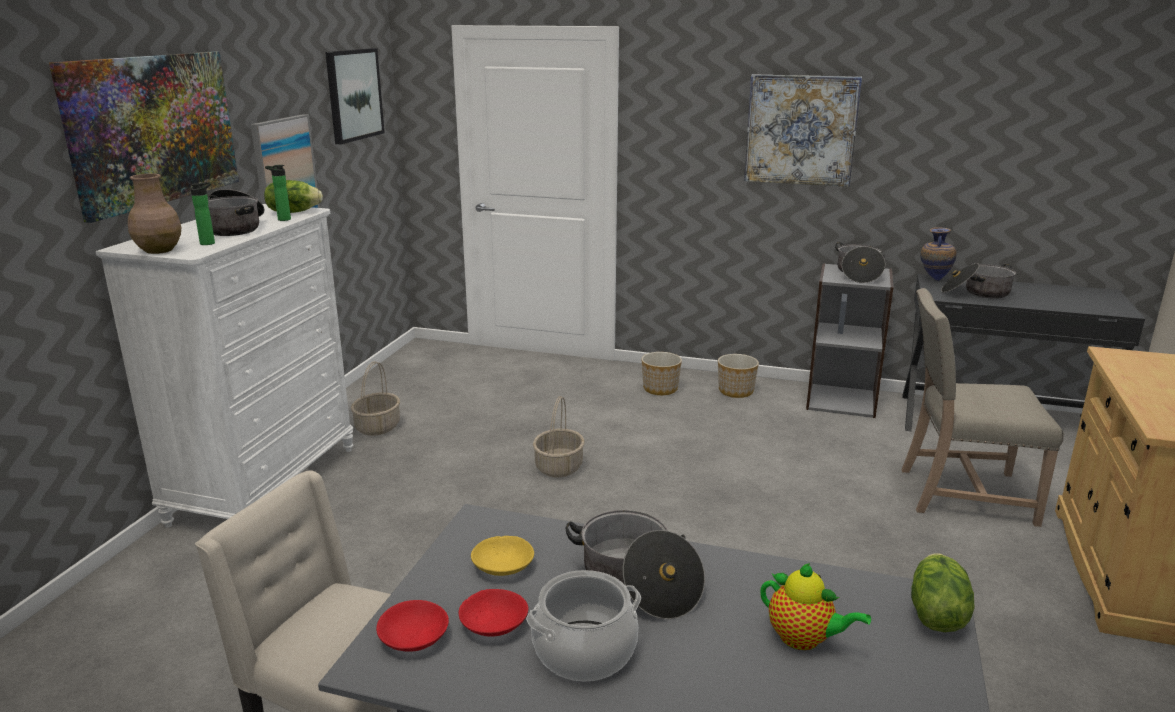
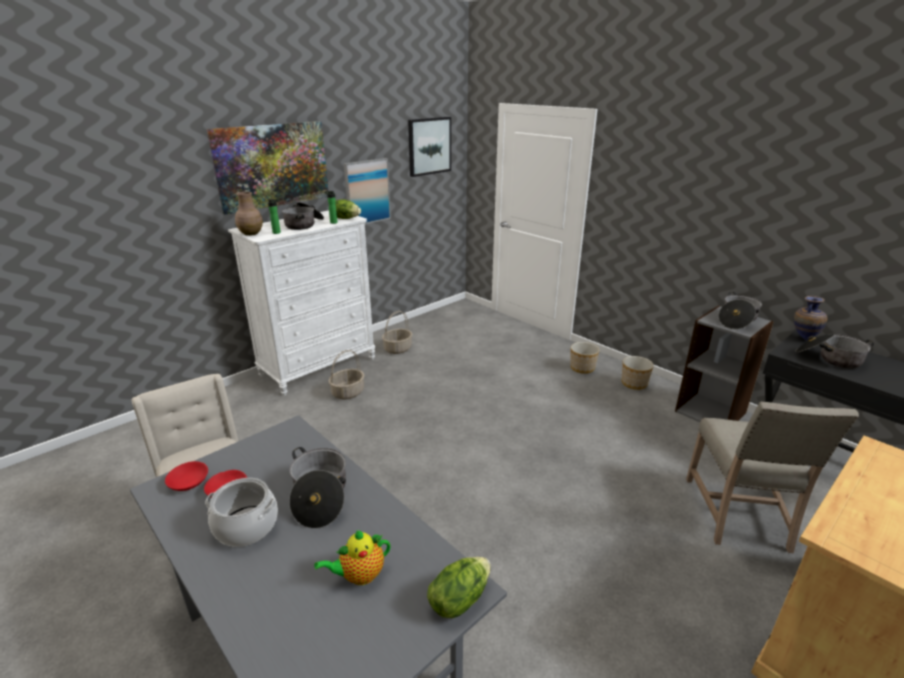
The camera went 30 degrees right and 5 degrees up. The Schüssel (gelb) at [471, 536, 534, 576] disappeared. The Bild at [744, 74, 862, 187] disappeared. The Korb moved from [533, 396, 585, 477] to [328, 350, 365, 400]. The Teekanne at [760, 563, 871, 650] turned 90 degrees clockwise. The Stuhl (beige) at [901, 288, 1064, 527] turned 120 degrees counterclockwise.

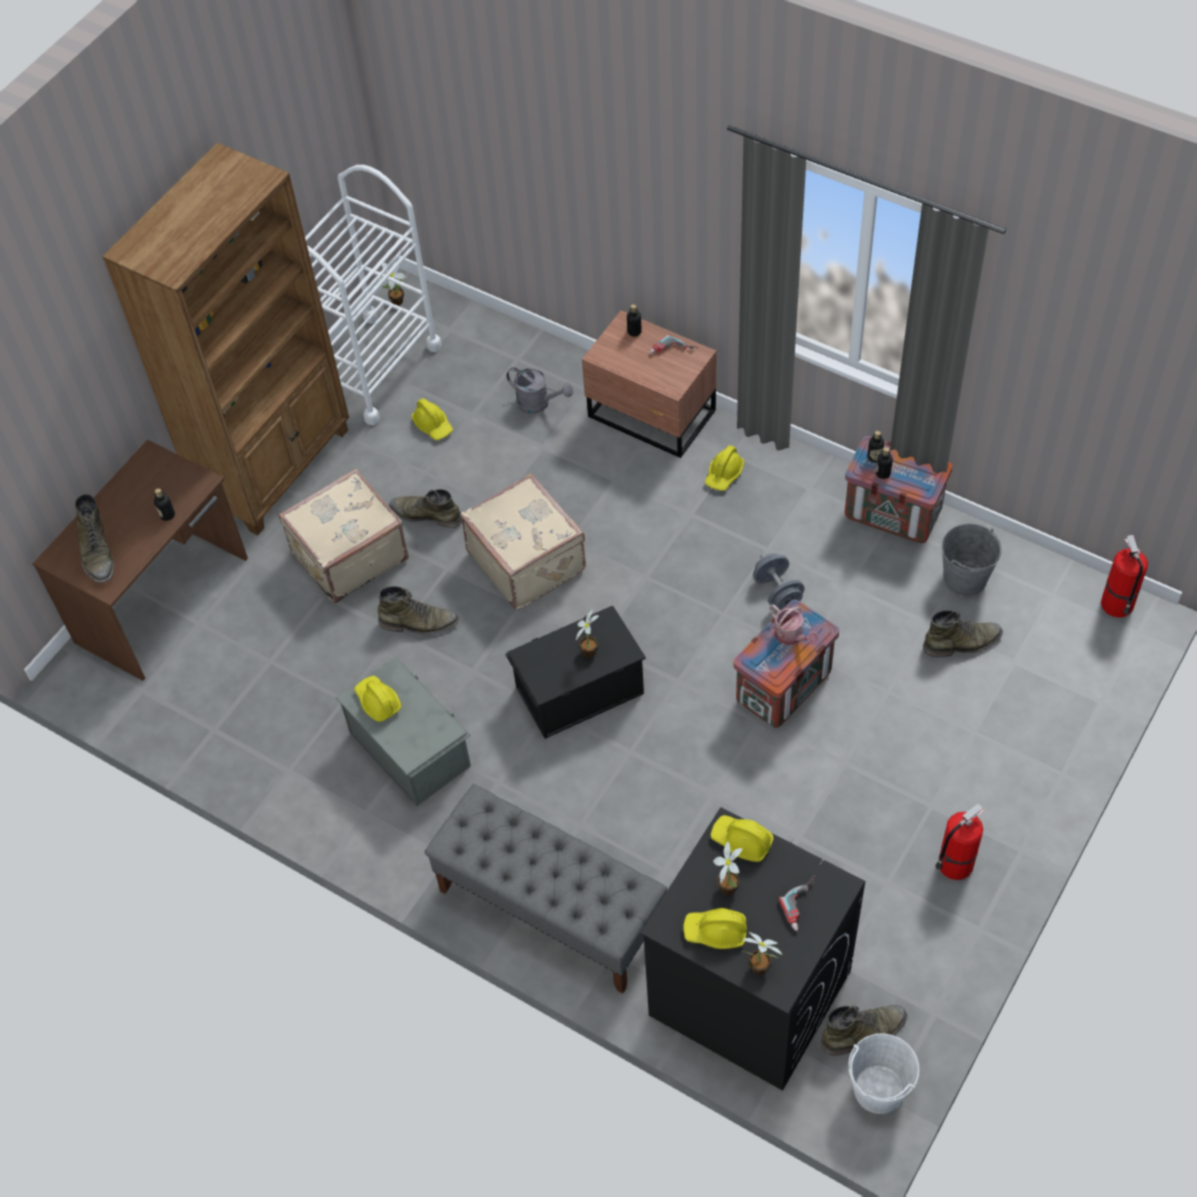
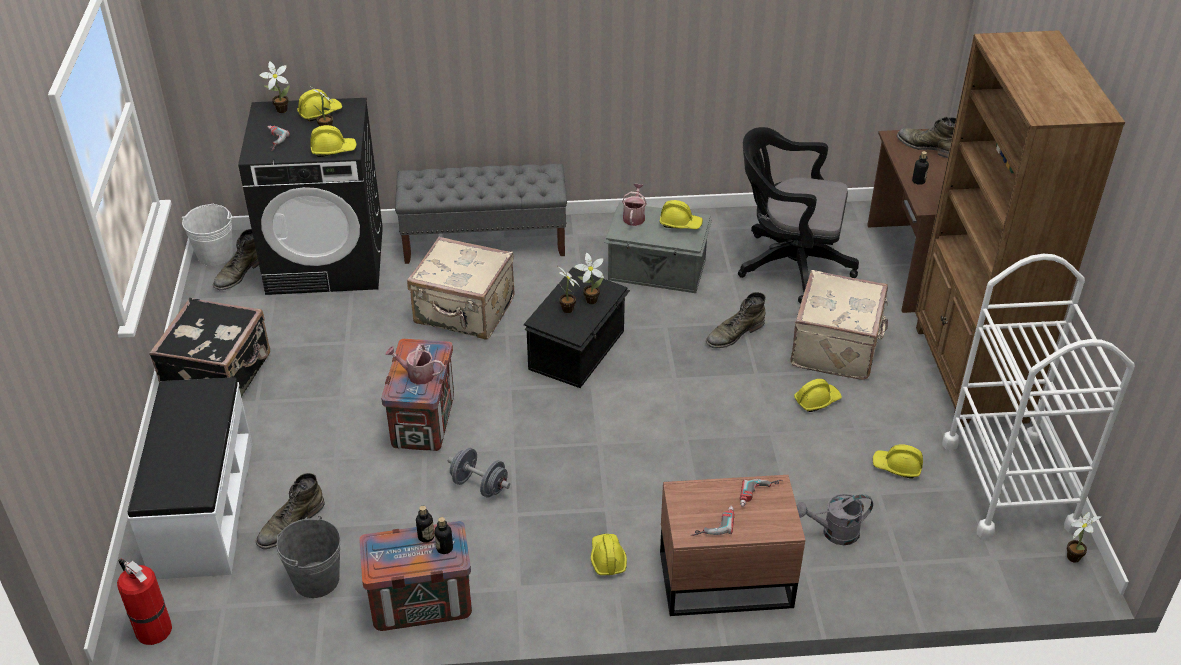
The camera went 140 degrees right and 15 degrees down. The Flasche at [627, 304, 642, 337] disappeared. The Bank (weiß) at [128, 377, 253, 579] appeared. The Topfpflanze at [575, 253, 604, 304] appeared. The Gießkanne at [622, 184, 647, 226] appeared. The Bürostuhl (schwarz) at [738, 127, 859, 304] appeared. The Bohrmaschine at [740, 479, 783, 507] appeared. The Koffer (beige) moved from [461, 474, 586, 610] to [407, 237, 514, 339]. The Stiefel (grün) at [389, 489, 462, 528] was replaced by the Schutzhelm (gelb) at [794, 379, 842, 412]. The Feuerlöscher at [935, 803, 984, 880] was replaced by the Koffer (schwarz) at [149, 298, 270, 398].

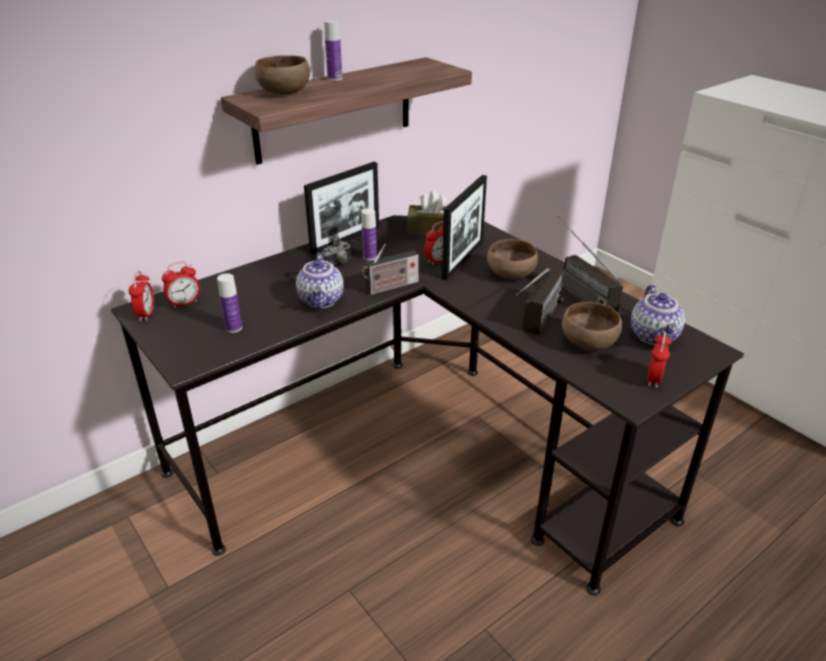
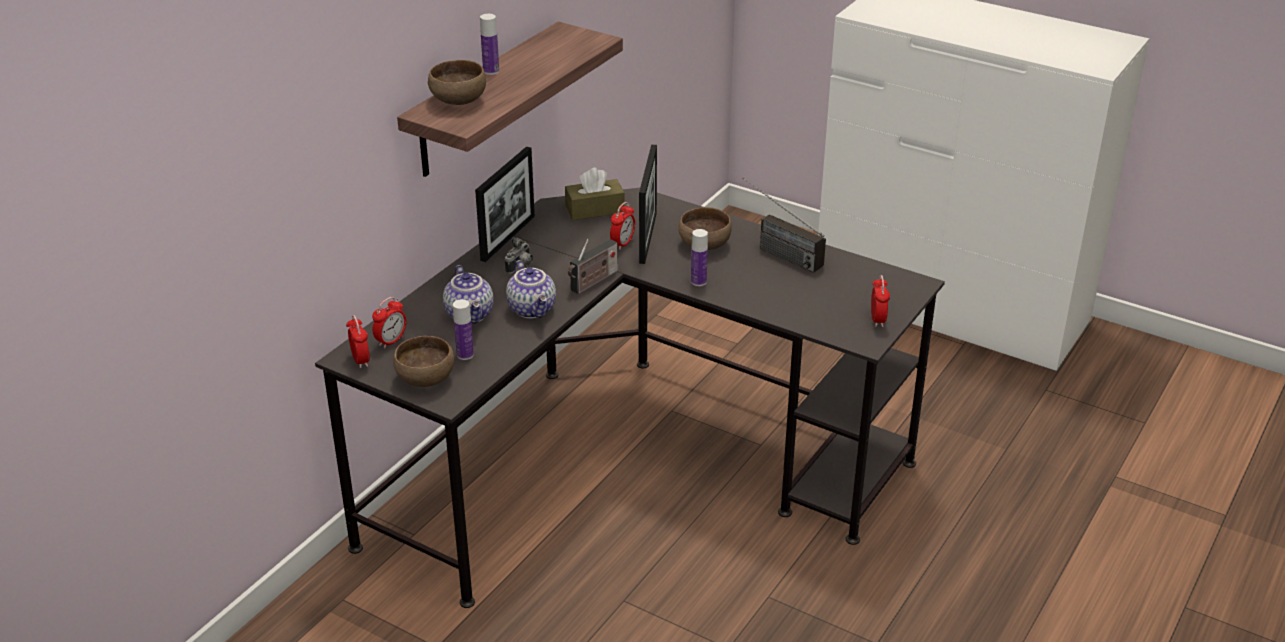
The camera went 20 degrees left and 0 degrees up. The Radio at [516, 268, 564, 335] disappeared. The Flasche moved from [361, 208, 377, 260] to [691, 229, 708, 286]. The Schüssel (braun) moved from [562, 302, 622, 350] to [393, 336, 454, 387]. The Teekanne moved from [631, 285, 685, 345] to [443, 265, 494, 324].

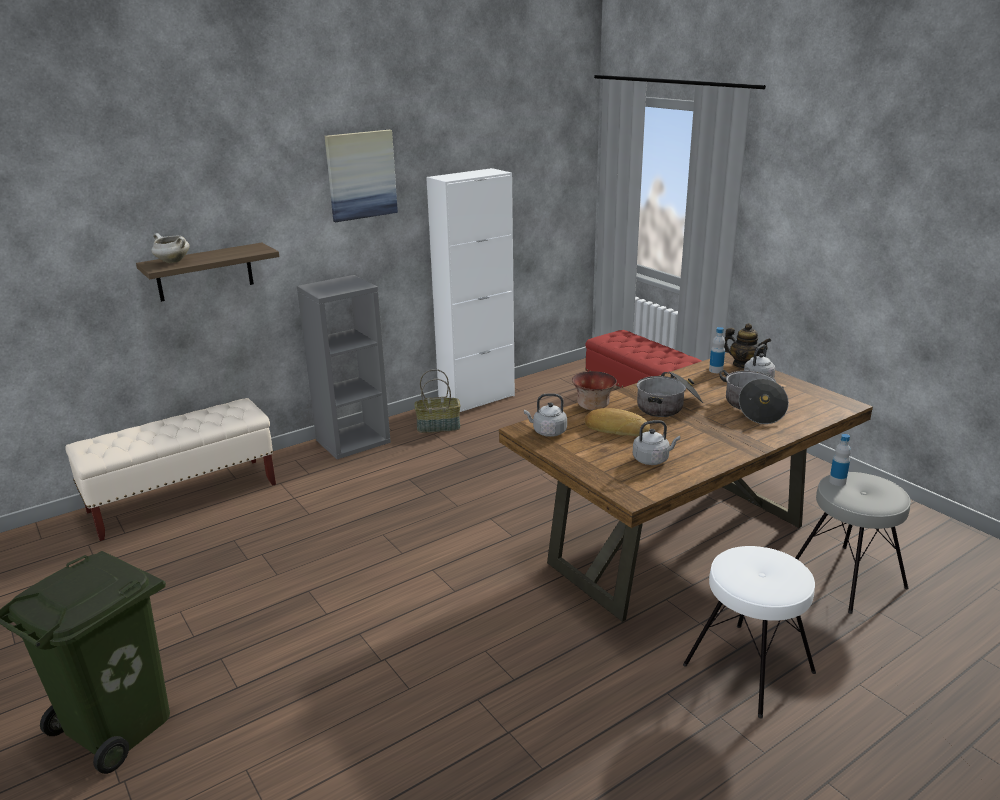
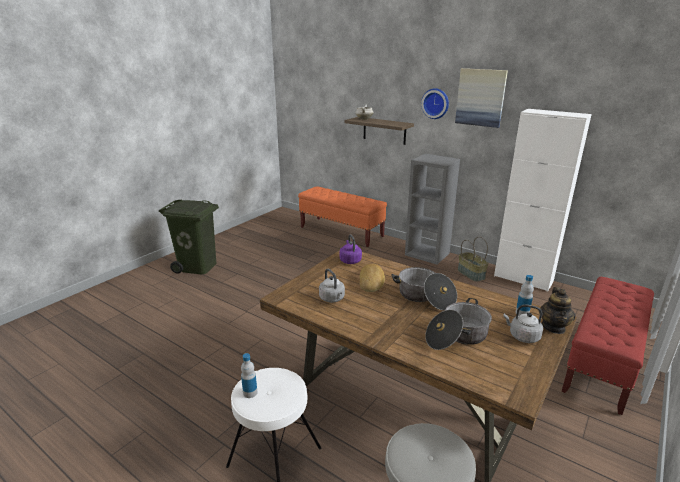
The camera went 70 degrees right and 0 degrees up. The Schüssel at [572, 371, 617, 410] disappeared. The Wanduhr at [421, 88, 449, 119] appeared. The Flasche moved from [829, 434, 851, 486] to [241, 353, 258, 398]. The Bank (beige) at [65, 398, 276, 541] became the Bank (orange) at [298, 186, 387, 247]. The Wasserkessel (grau) at [524, 393, 567, 437] became the Wasserkessel (lila) at [339, 235, 362, 264].

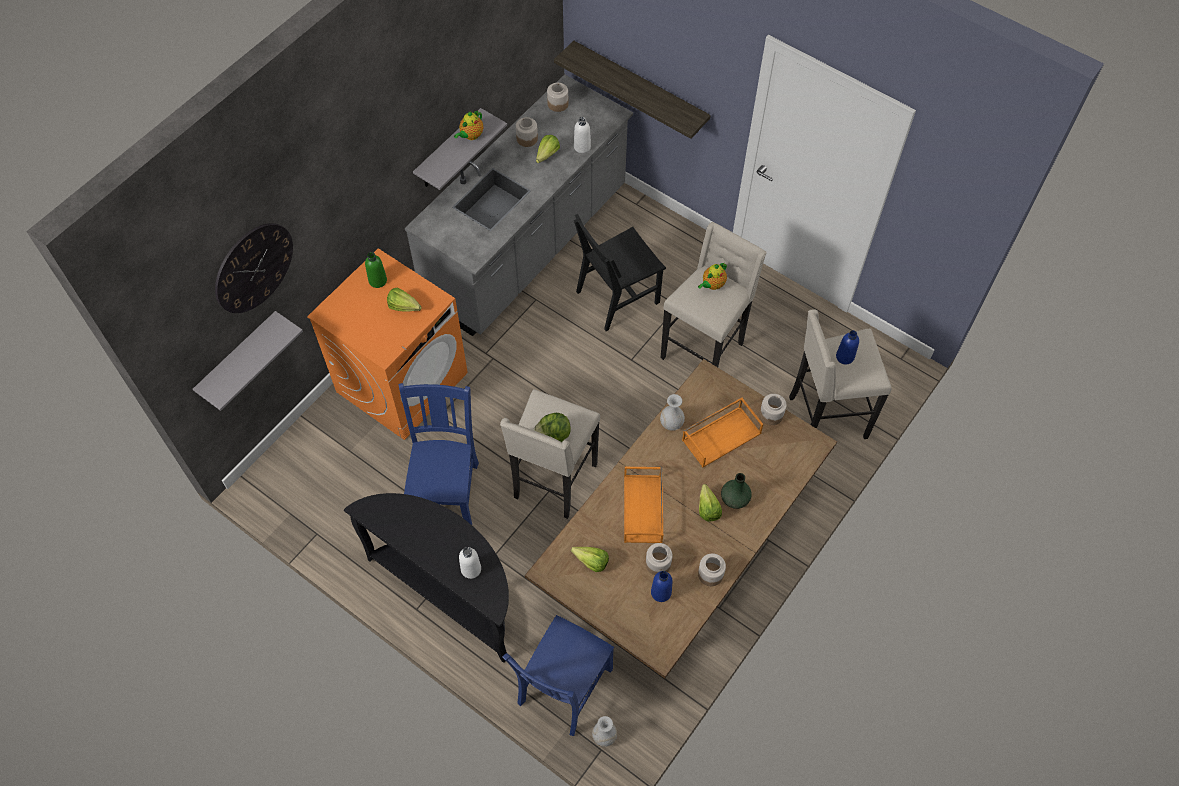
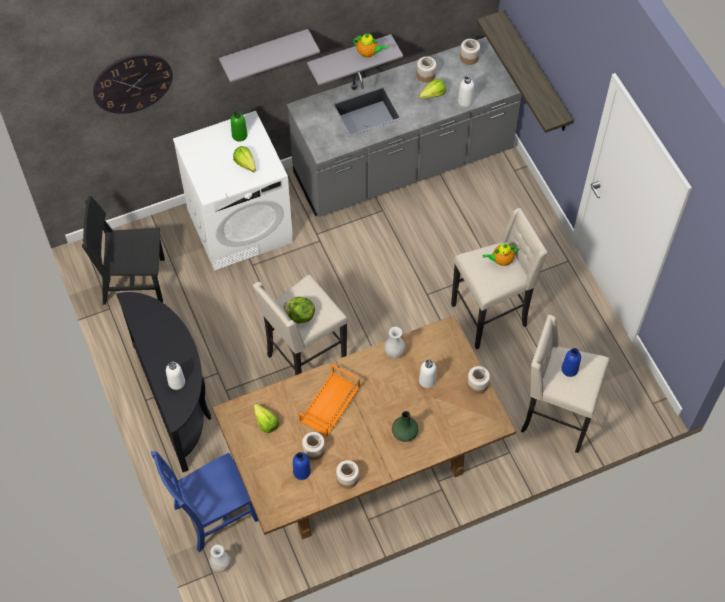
The camera went 30 degrees right and 0 degrees up. The Stuhl (blau) at [398, 383, 479, 525] disappeared. The Salatkopf at [699, 484, 722, 522] disappeared. The Wandregal (grau) moved from [193, 311, 303, 411] to [219, 29, 320, 82]. The Stuhl (schwarz) moved from [574, 214, 666, 331] to [82, 196, 165, 305]. The Tablett (orange) at [682, 397, 763, 467] was replaced by the Flasche (weiß) at [419, 359, 436, 388]. The Waschmaschine (orange) at [307, 248, 468, 440] became the Waschmaschine (weiß) at [173, 111, 293, 271]. The Teekanne at [454, 111, 483, 140] turned 135 degrees counterclockwise.

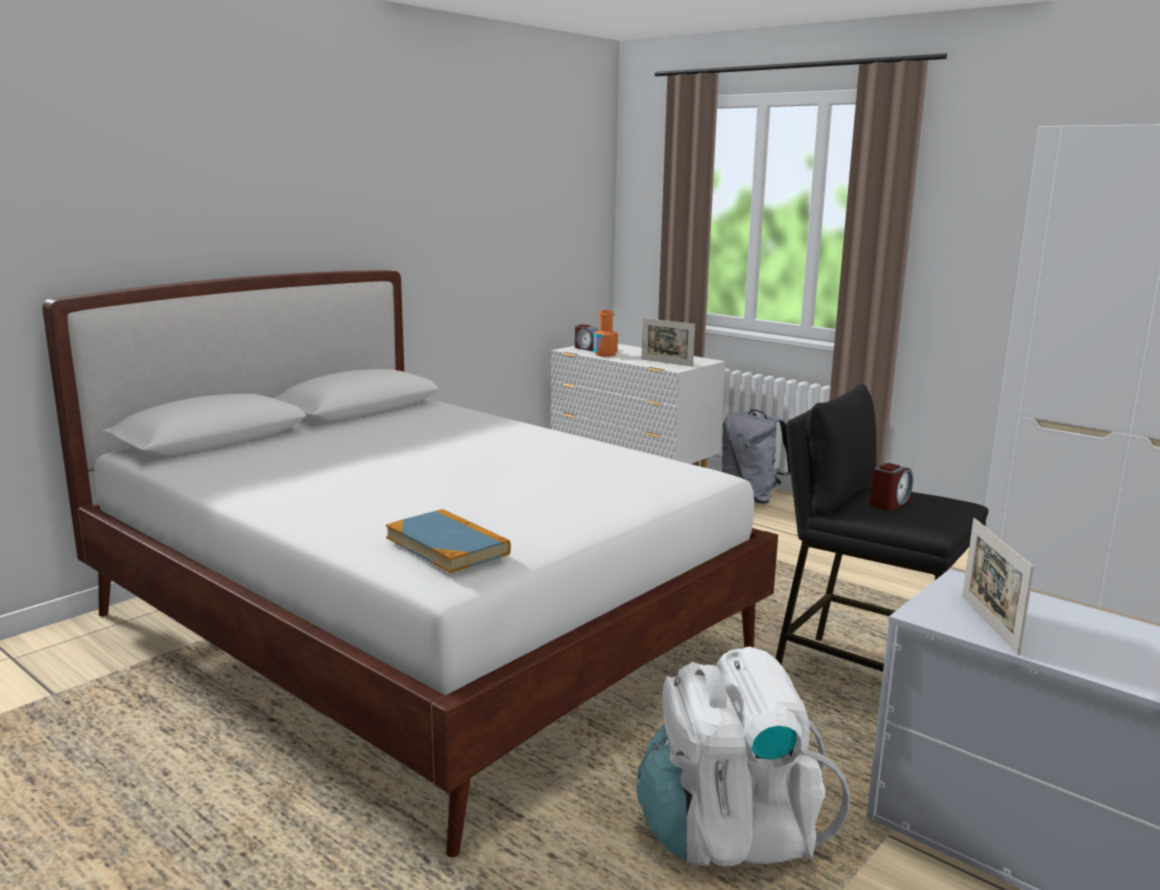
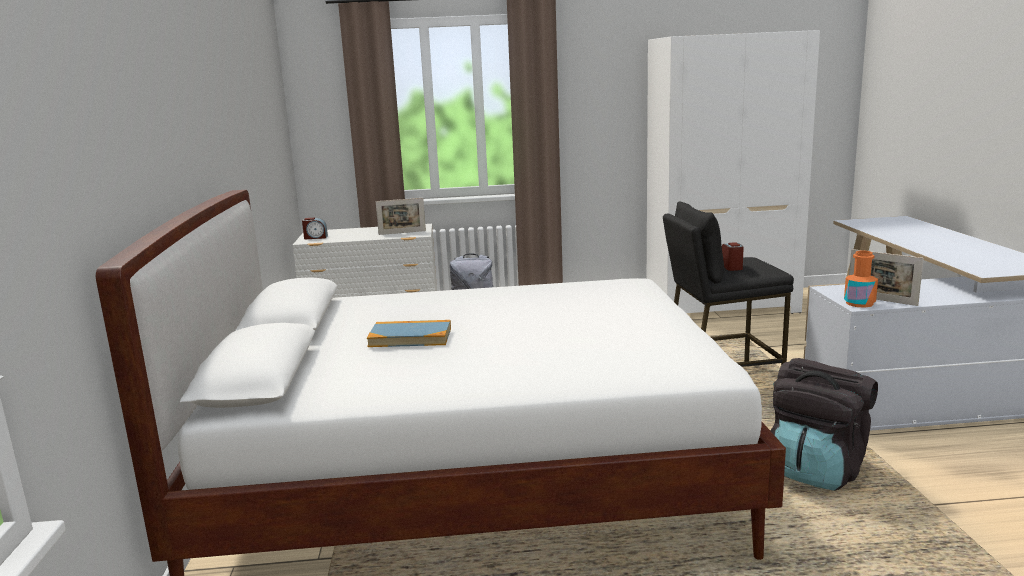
The camera went 45 degrees left and 0 degrees up. The Buch moved from [386, 509, 511, 573] to [367, 320, 451, 347]. The Flasche (orange) moved from [593, 310, 618, 357] to [844, 250, 878, 308]. The Rucksack (weiß) at [637, 647, 850, 866] became the Rucksack (schwarz) at [770, 358, 878, 491].

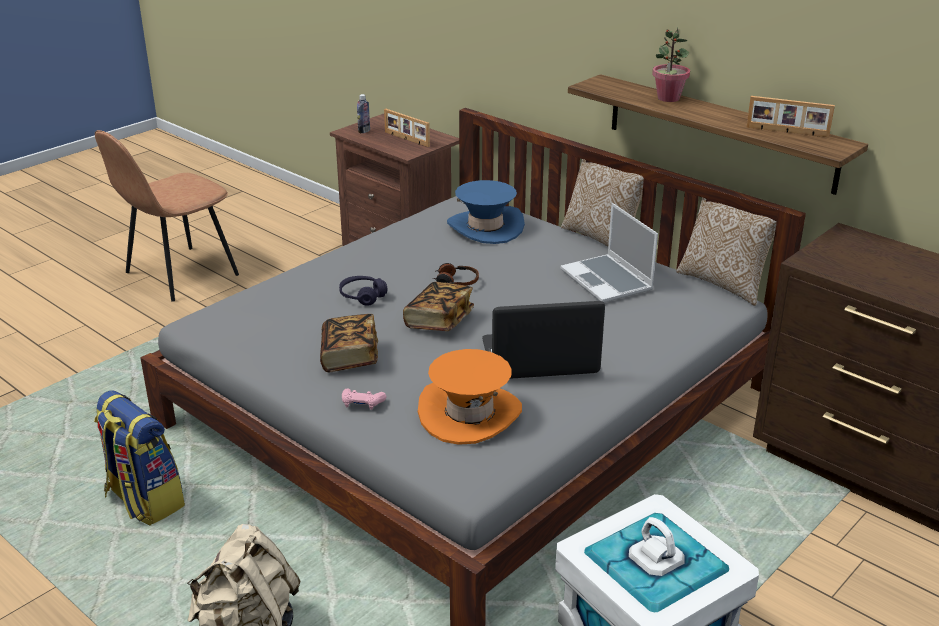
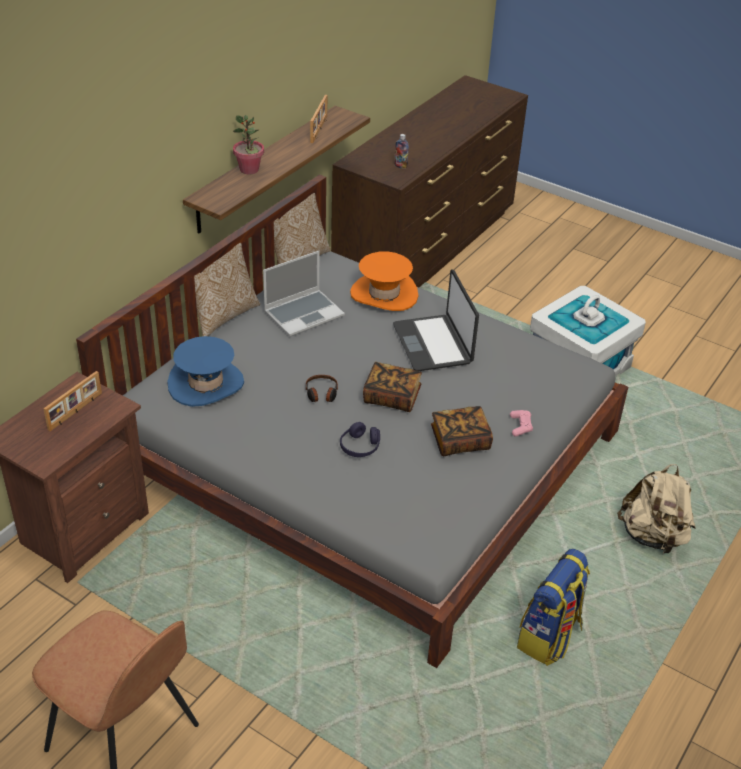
The camera went 100 degrees left and 10 degrees up. The Flasche moved from [357, 94, 370, 133] to [394, 134, 409, 169]. The Hut (orange) moved from [418, 349, 522, 445] to [350, 251, 418, 311].

